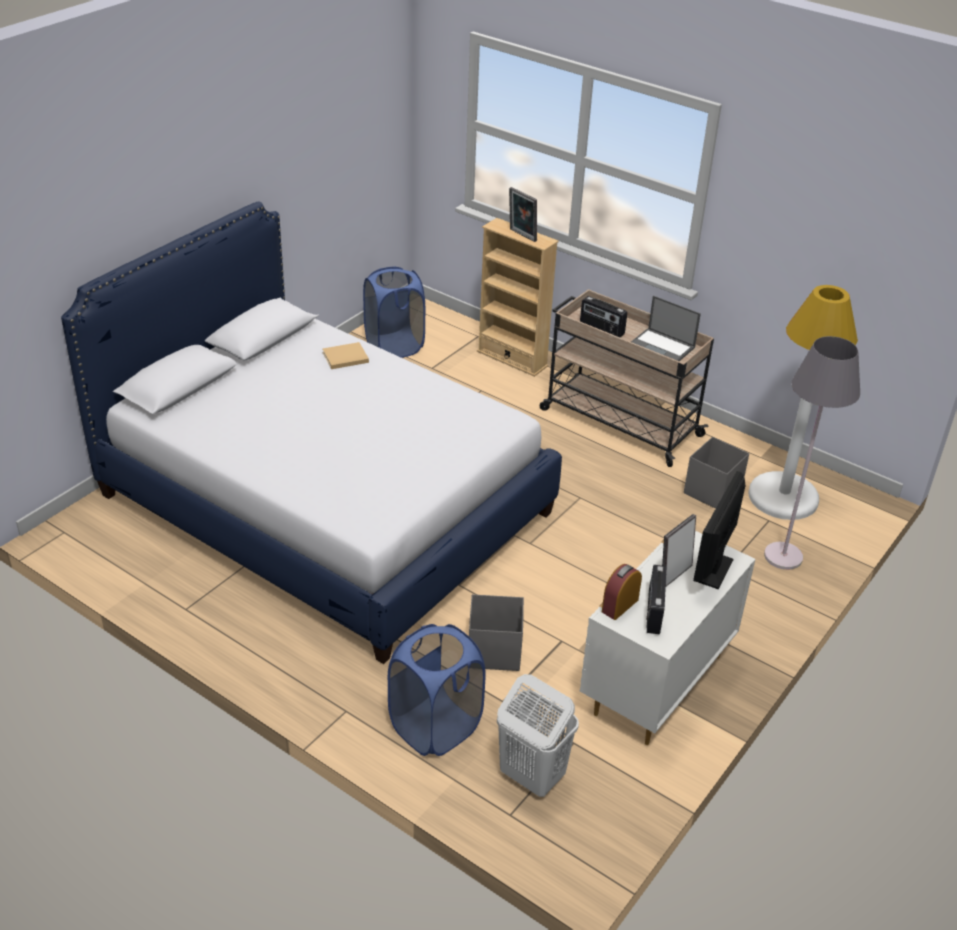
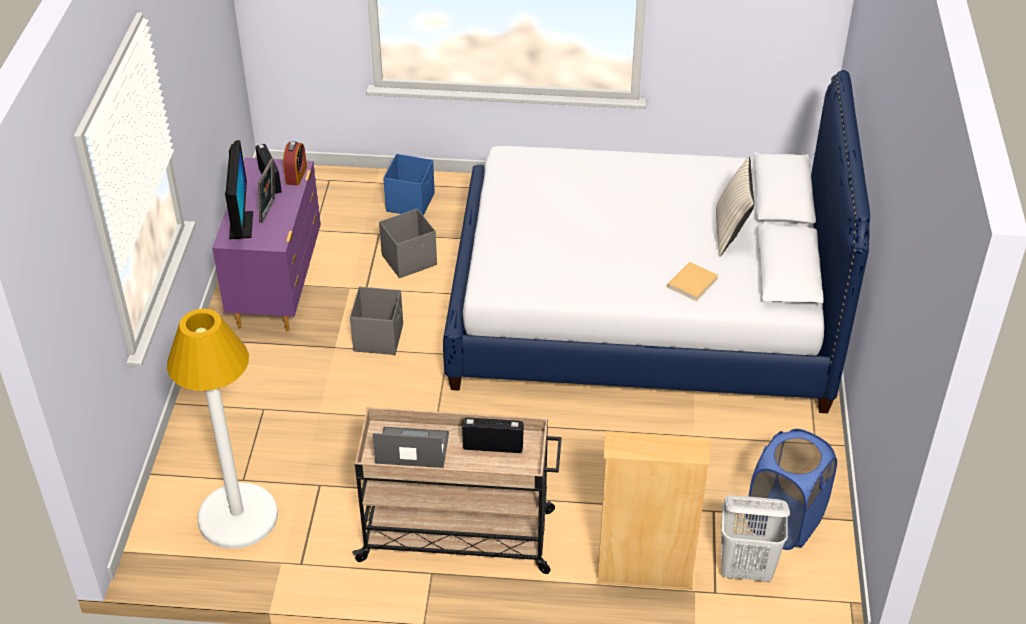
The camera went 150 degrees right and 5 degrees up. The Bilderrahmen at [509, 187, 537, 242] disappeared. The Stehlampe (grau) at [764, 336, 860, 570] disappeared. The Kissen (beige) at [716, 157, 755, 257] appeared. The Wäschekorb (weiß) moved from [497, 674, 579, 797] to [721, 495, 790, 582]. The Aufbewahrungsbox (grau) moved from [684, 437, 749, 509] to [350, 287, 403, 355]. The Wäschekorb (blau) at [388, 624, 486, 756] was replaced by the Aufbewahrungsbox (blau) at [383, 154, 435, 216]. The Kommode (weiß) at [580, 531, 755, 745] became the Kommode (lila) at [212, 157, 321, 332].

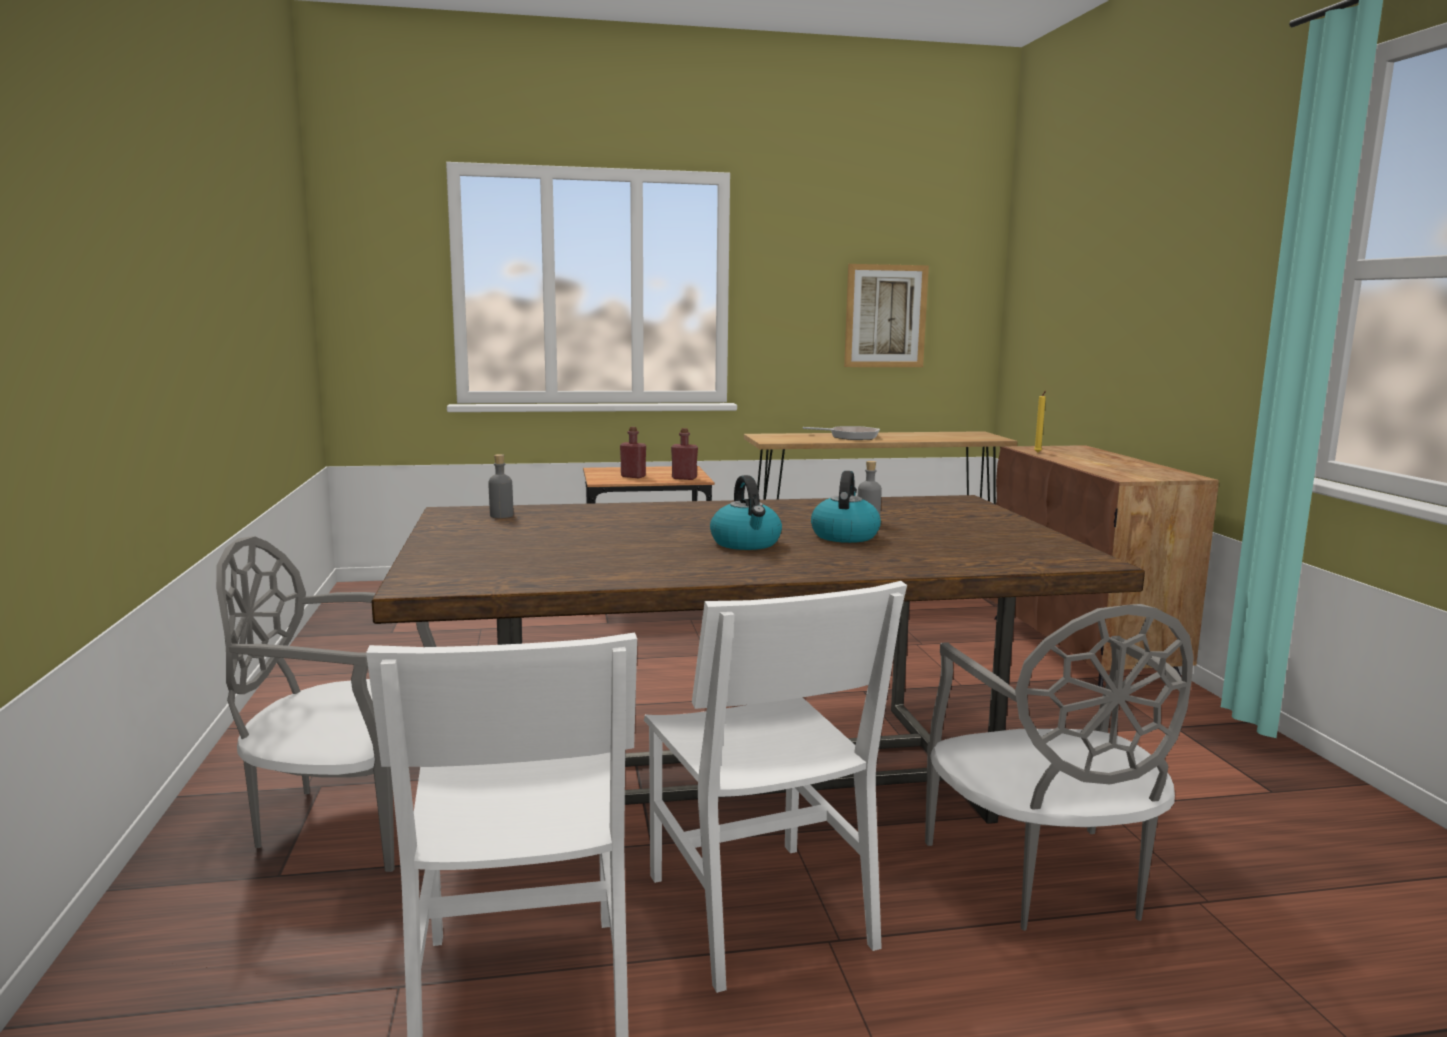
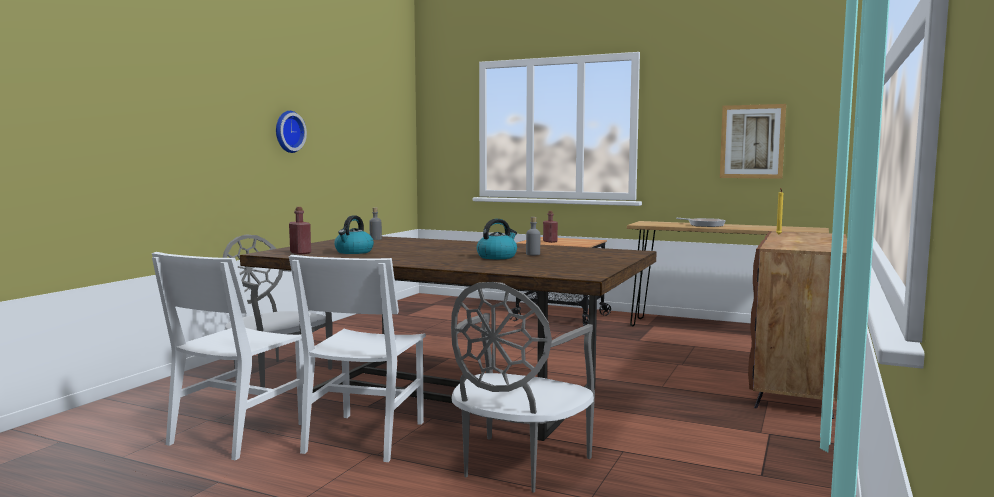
The camera went 35 degrees right and 5 degrees down. The Wanduhr at [276, 111, 307, 153] appeared. The Flasche (rot) moved from [671, 428, 698, 480] to [289, 207, 311, 255]. The Wasserkessel moved from [710, 475, 782, 550] to [334, 216, 374, 254].

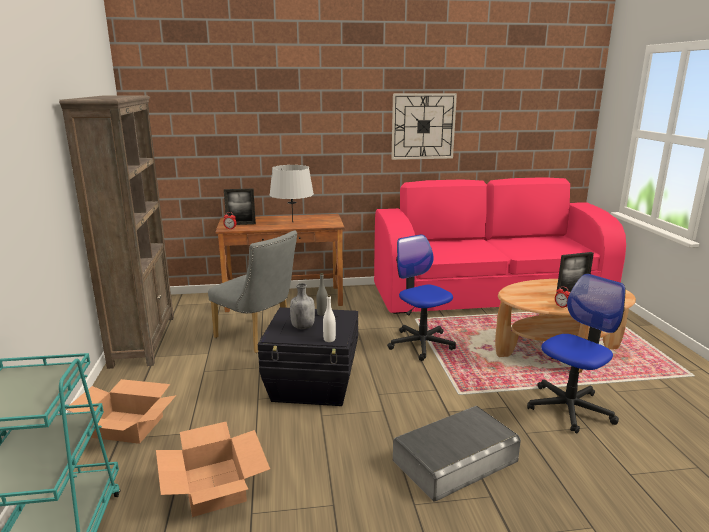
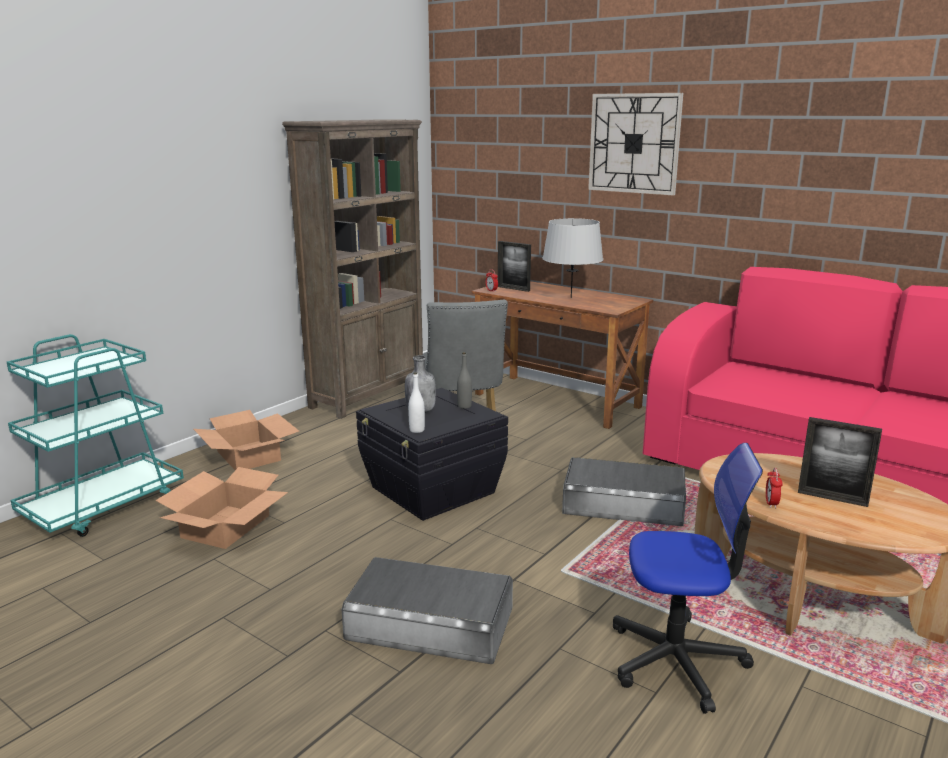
The camera went 45 degrees right and 0 degrees up. The Wanduhr moved from [391, 93, 457, 160] to [588, 93, 683, 196]. The Bürostuhl at [387, 234, 456, 361] was replaced by the Aufbewahrungsbox (grau) at [562, 457, 686, 526].

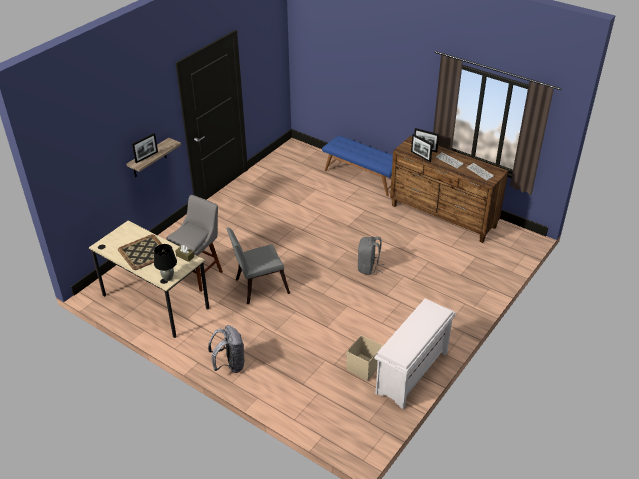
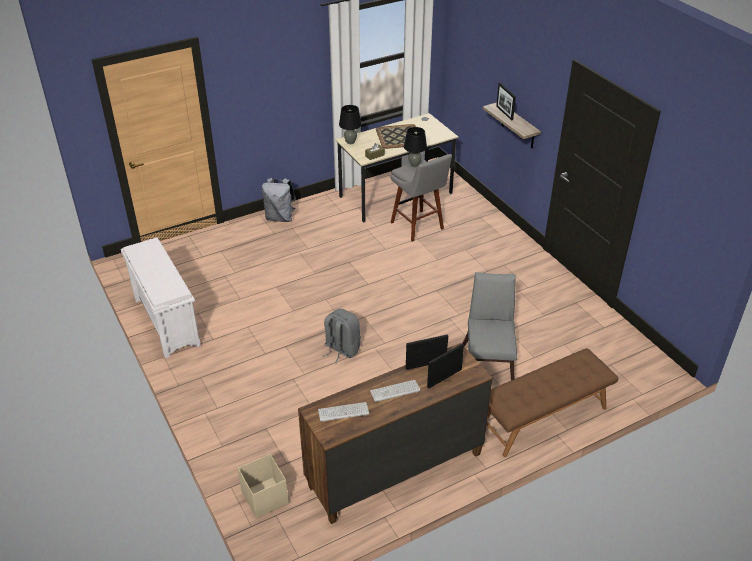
The camera went 115 degrees right and 0 degrees up. The Tischlampe (schwarz) at [404, 127, 427, 167] appeared. The Stuhl (grau) moved from [226, 228, 290, 304] to [462, 272, 517, 380]. The Aufbewahrungsbox (beige) moved from [346, 335, 383, 381] to [238, 454, 289, 518]. The Bank (blau) at [322, 135, 393, 196] became the Bank (braun) at [487, 348, 618, 457].

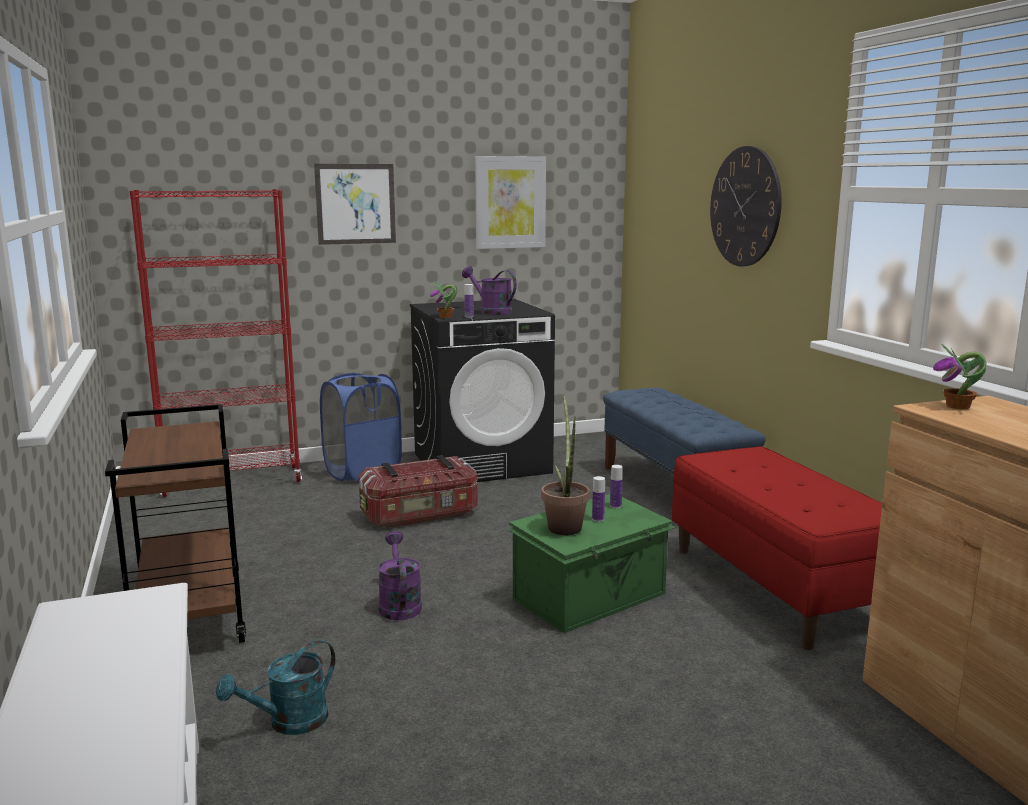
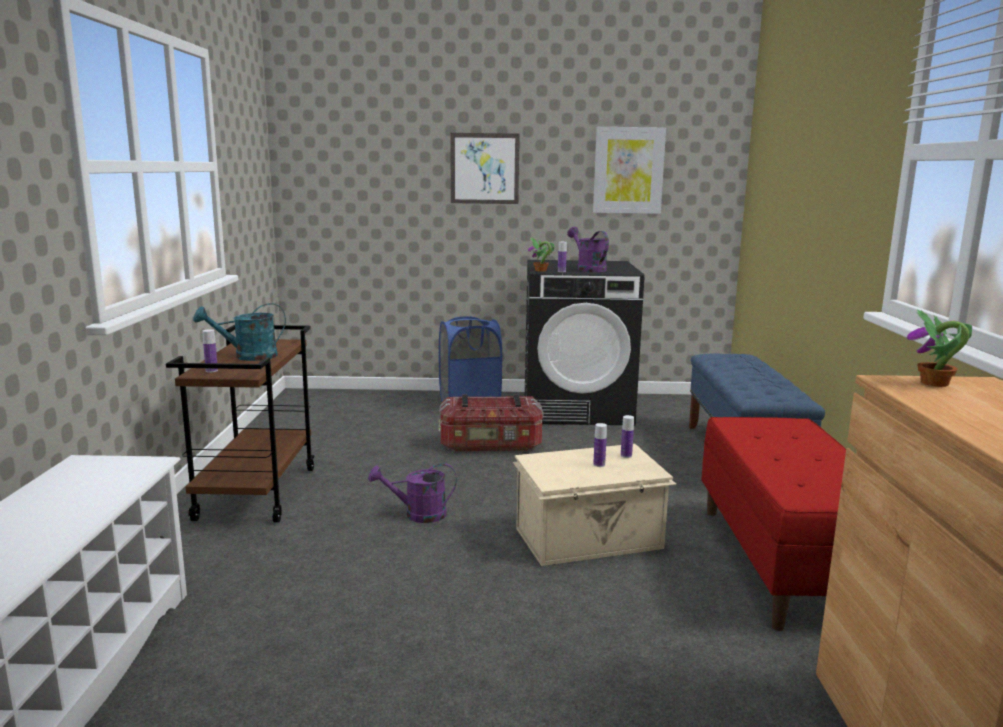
The camera went 20 degrees right and 0 degrees up. The Bücherregal (rot) at [129, 189, 302, 497] disappeared. The Topfpflanze at [541, 394, 590, 535] disappeared. The Wanduhr at [710, 146, 781, 266] disappeared. The Flasche at [202, 329, 218, 373] appeared. The Gießkanne (türkis) moved from [216, 639, 335, 735] to [193, 303, 286, 361]. The Aufbewahrungsbox (grün) at [509, 494, 676, 633] became the Aufbewahrungsbox (beige) at [513, 444, 677, 566]. The Gießkanne (lila) at [378, 531, 422, 620] turned 105 degrees counterclockwise.

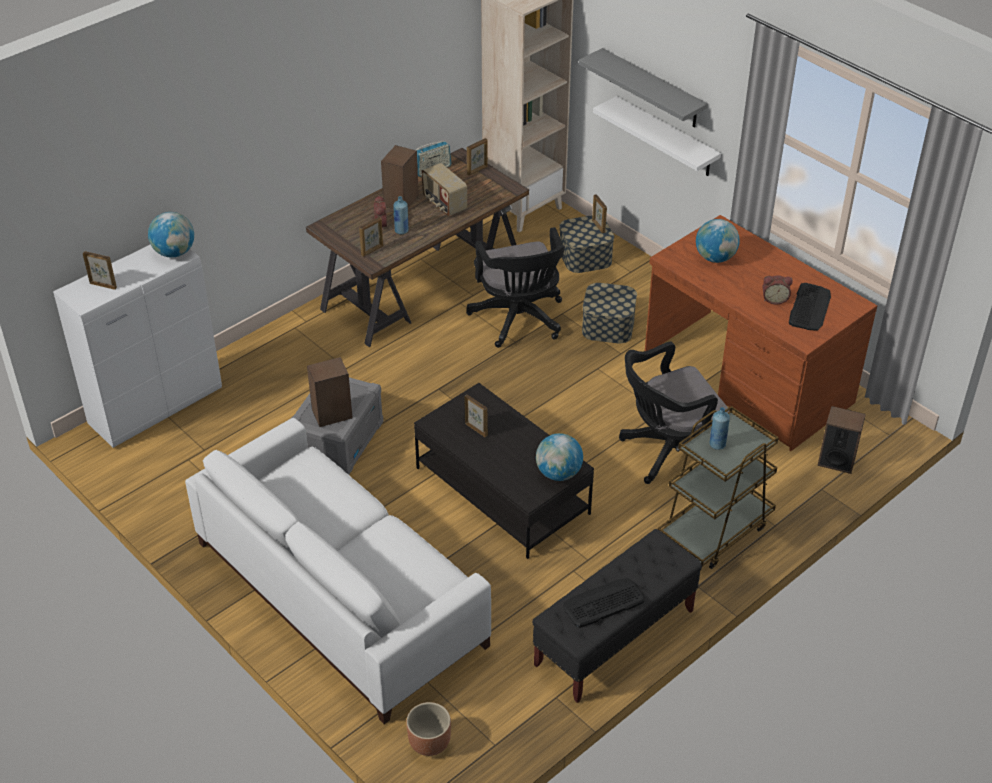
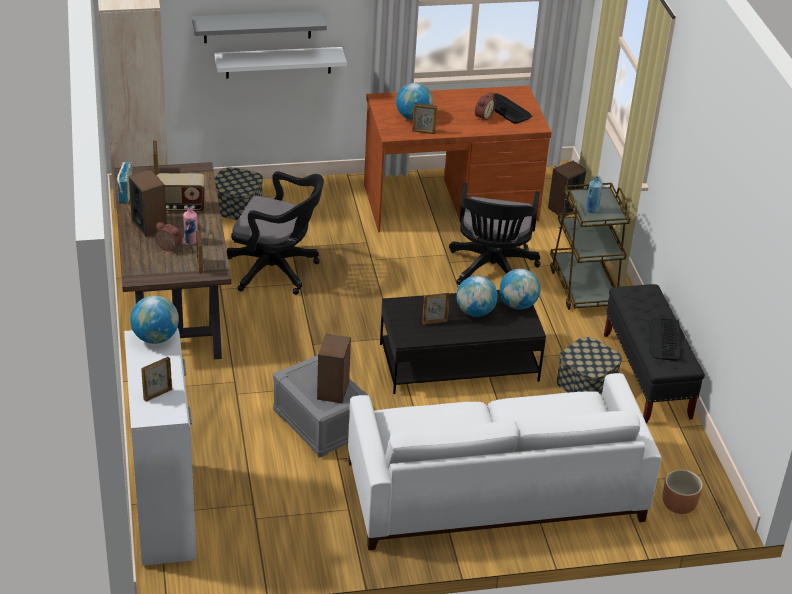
The camera went 60 degrees left and 5 degrees down. The Globus at [456, 276, 498, 317] appeared. The Aufbewahrungsbox moved from [582, 283, 637, 343] to [556, 337, 622, 396]. The Bilderrahmen moved from [592, 194, 607, 233] to [412, 103, 437, 134]. The Flasche (blau) at [393, 196, 409, 234] became the Flasche (rosa) at [183, 207, 197, 245].

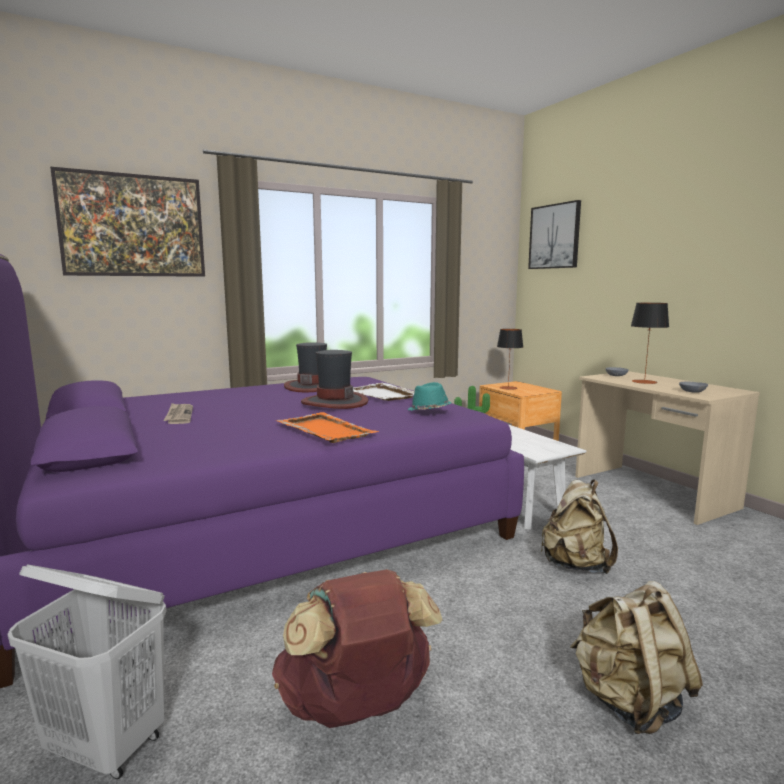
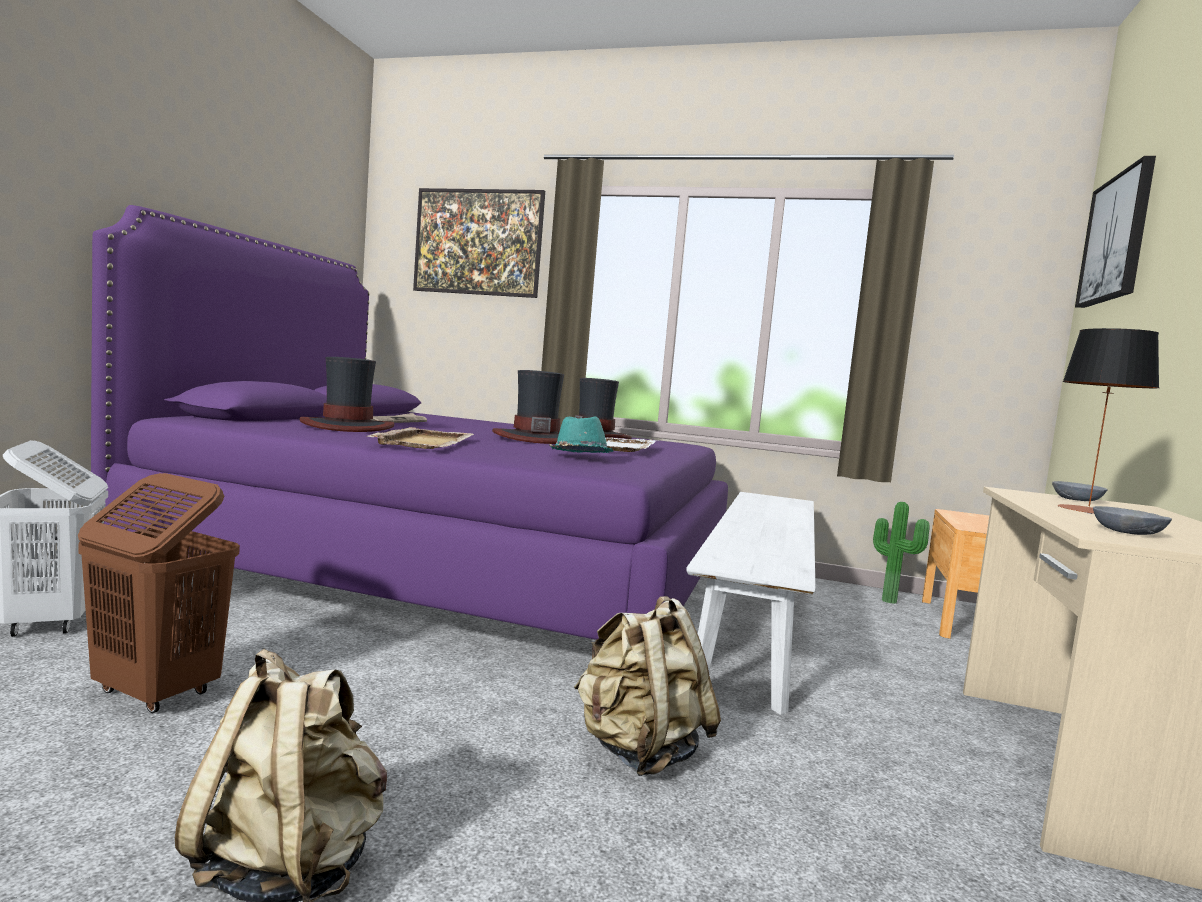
The camera went 45 degrees right and 5 degrees down. The Tischlampe at [497, 329, 523, 390] disappeared. The Hut at [299, 357, 394, 432] appeared. The Rucksack (braun) at [272, 569, 443, 728] was replaced by the Wäschekorb (braun) at [78, 473, 240, 713]. The Tablett (orange) at [276, 412, 379, 443] became the Tablett (beige) at [367, 427, 473, 449].

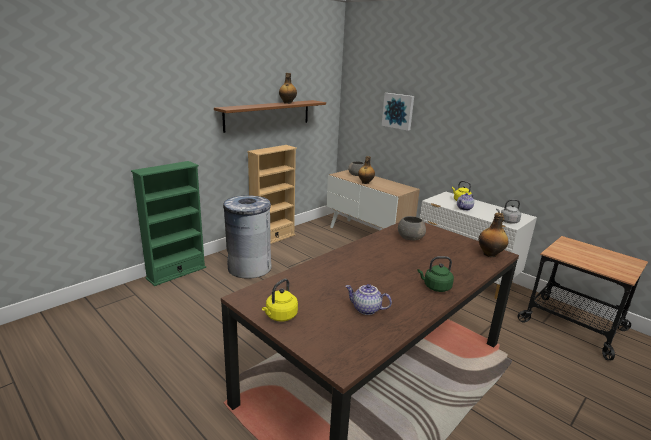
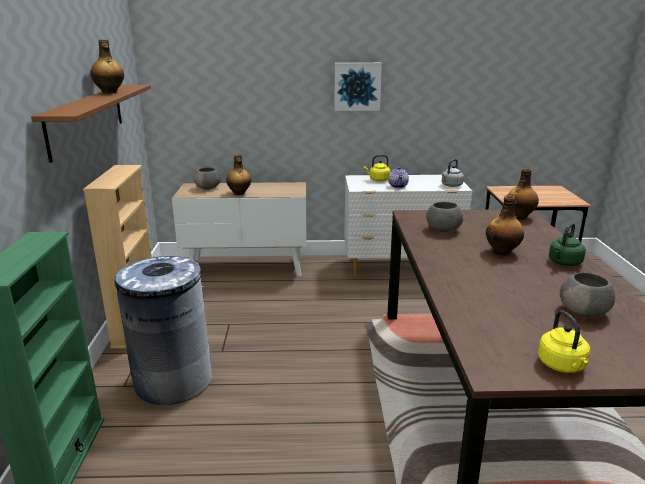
The camera went 45 degrees left and 0 degrees up. The Flasche at [486, 195, 524, 256] appeared. The Bild moved from [382, 93, 414, 131] to [334, 63, 382, 111]. The Teekanne at [345, 284, 392, 315] was replaced by the Schüssel (grau) at [560, 272, 615, 317].

